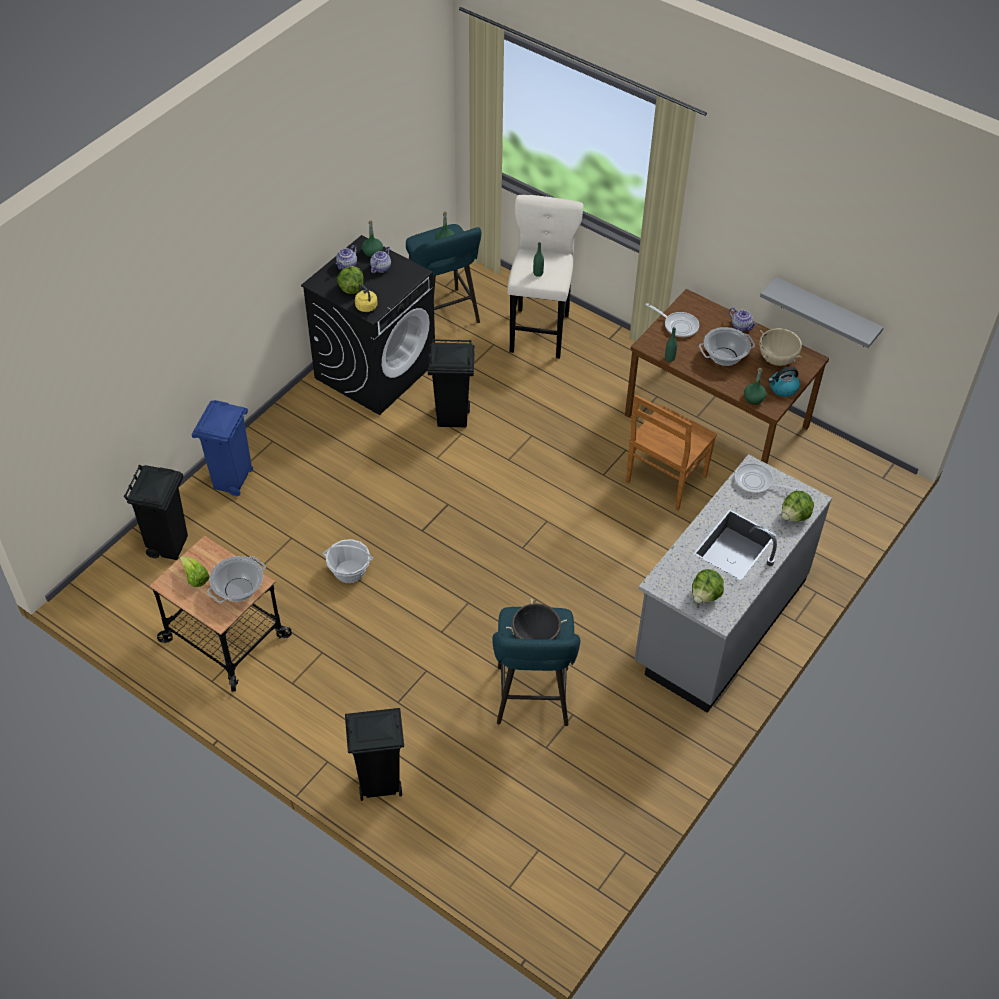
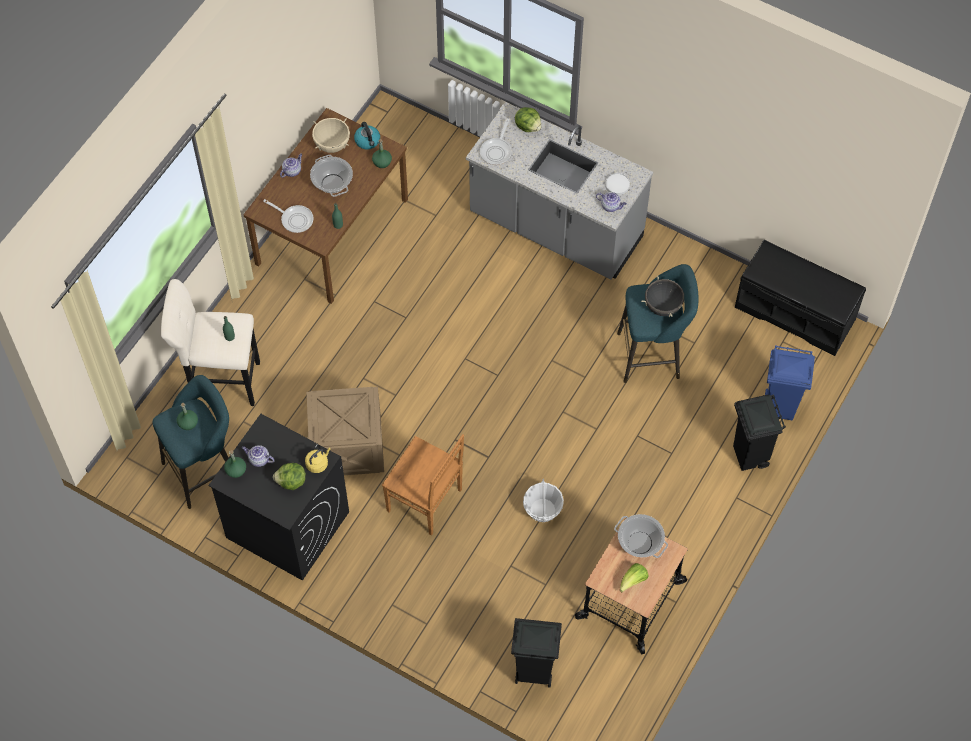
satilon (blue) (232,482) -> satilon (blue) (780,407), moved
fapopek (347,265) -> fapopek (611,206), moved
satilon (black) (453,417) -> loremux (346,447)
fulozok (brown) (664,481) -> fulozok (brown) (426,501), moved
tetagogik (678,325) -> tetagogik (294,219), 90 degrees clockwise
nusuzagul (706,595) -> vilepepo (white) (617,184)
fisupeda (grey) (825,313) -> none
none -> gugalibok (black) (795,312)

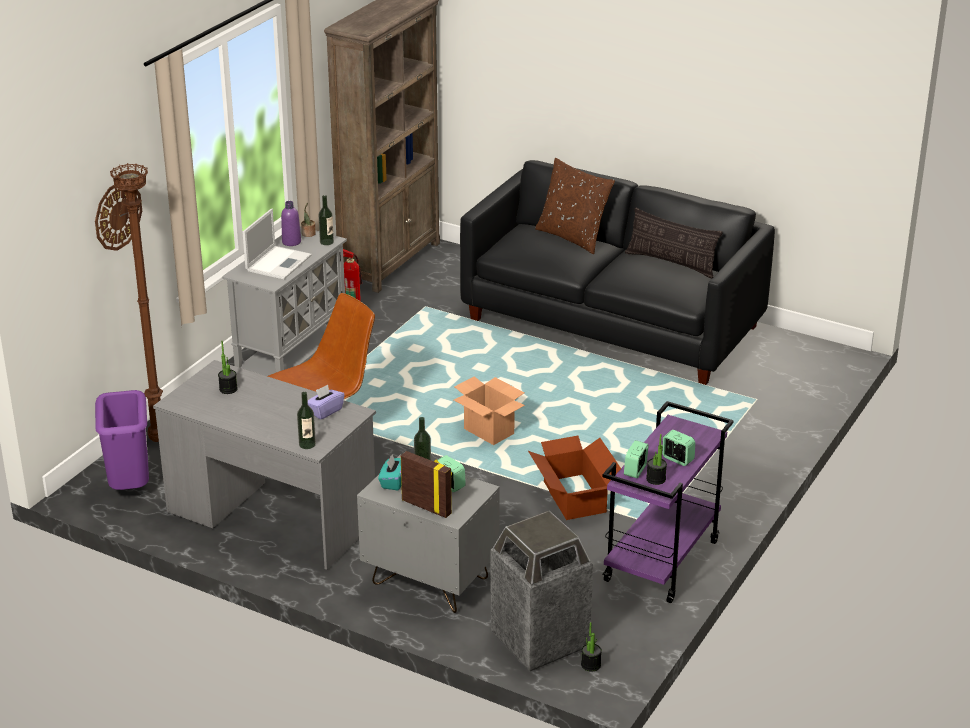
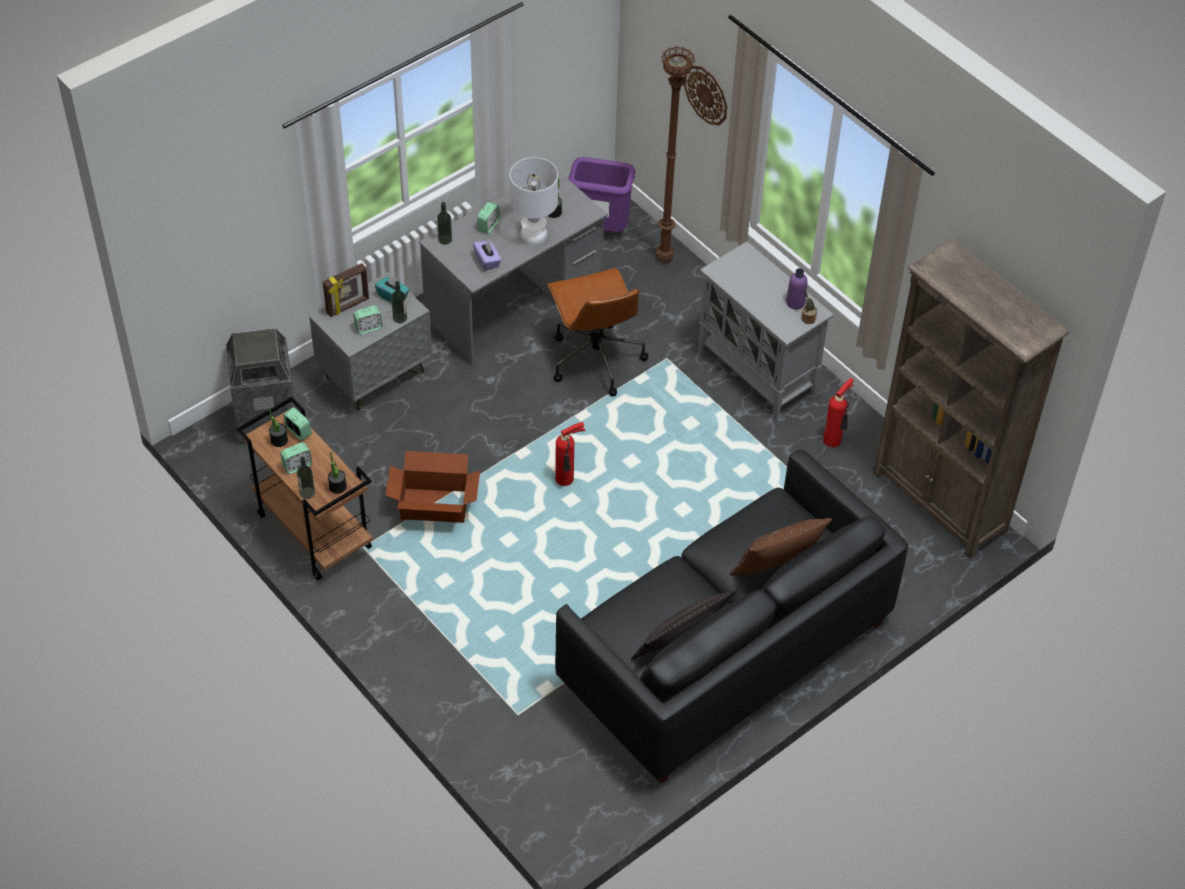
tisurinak (279,262) -> none
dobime (326,242) -> dobime (307,493), moved
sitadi (489,432) -> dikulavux (566,480)
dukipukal (591,665) -> dukipukal (337,487), moved
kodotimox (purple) (662,562) -> kodotimox (brown) (312,531)
none -> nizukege (488,226)
none -> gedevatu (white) (533,234)

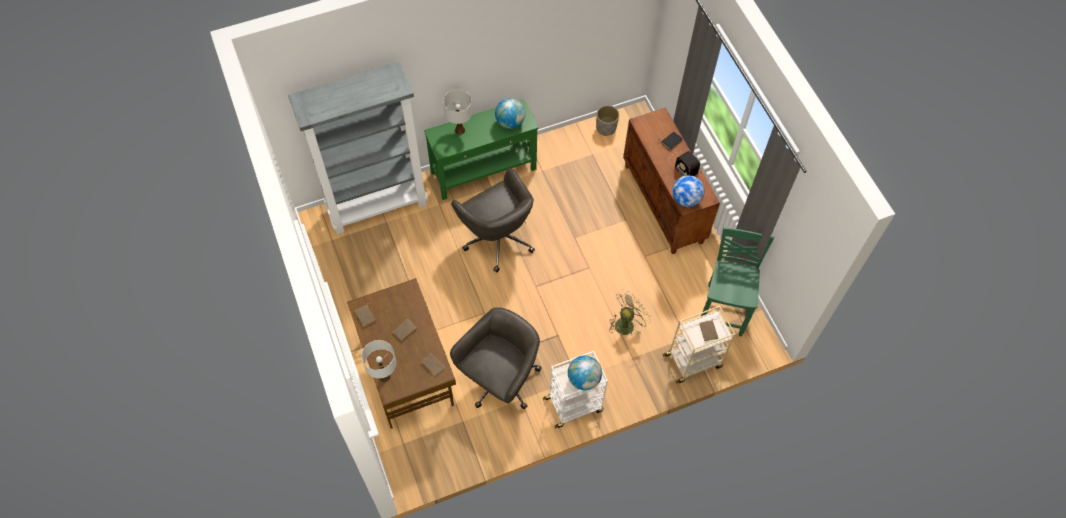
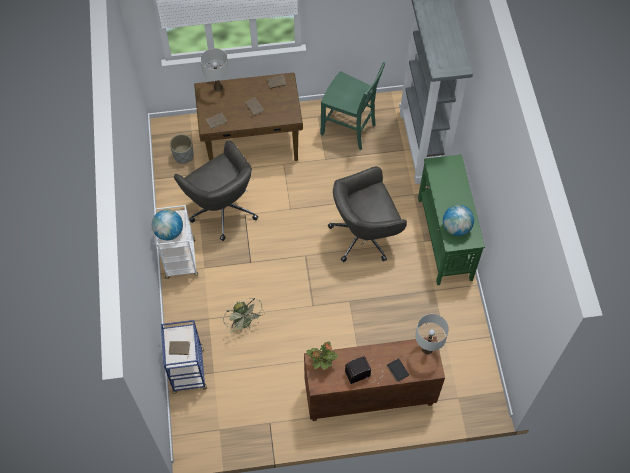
gedevatu (white) (460,130) -> gedevatu (white) (427,349), moved
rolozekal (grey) (606,128) -> rolozekal (grey) (183,156), moved
kodotimox (beige) (693,360) -> kodotimox (blue) (188,371)
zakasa (686,199) -> dukipukal (321,362)
fulozok (green) (724,308) -> fulozok (green) (349,129), moved

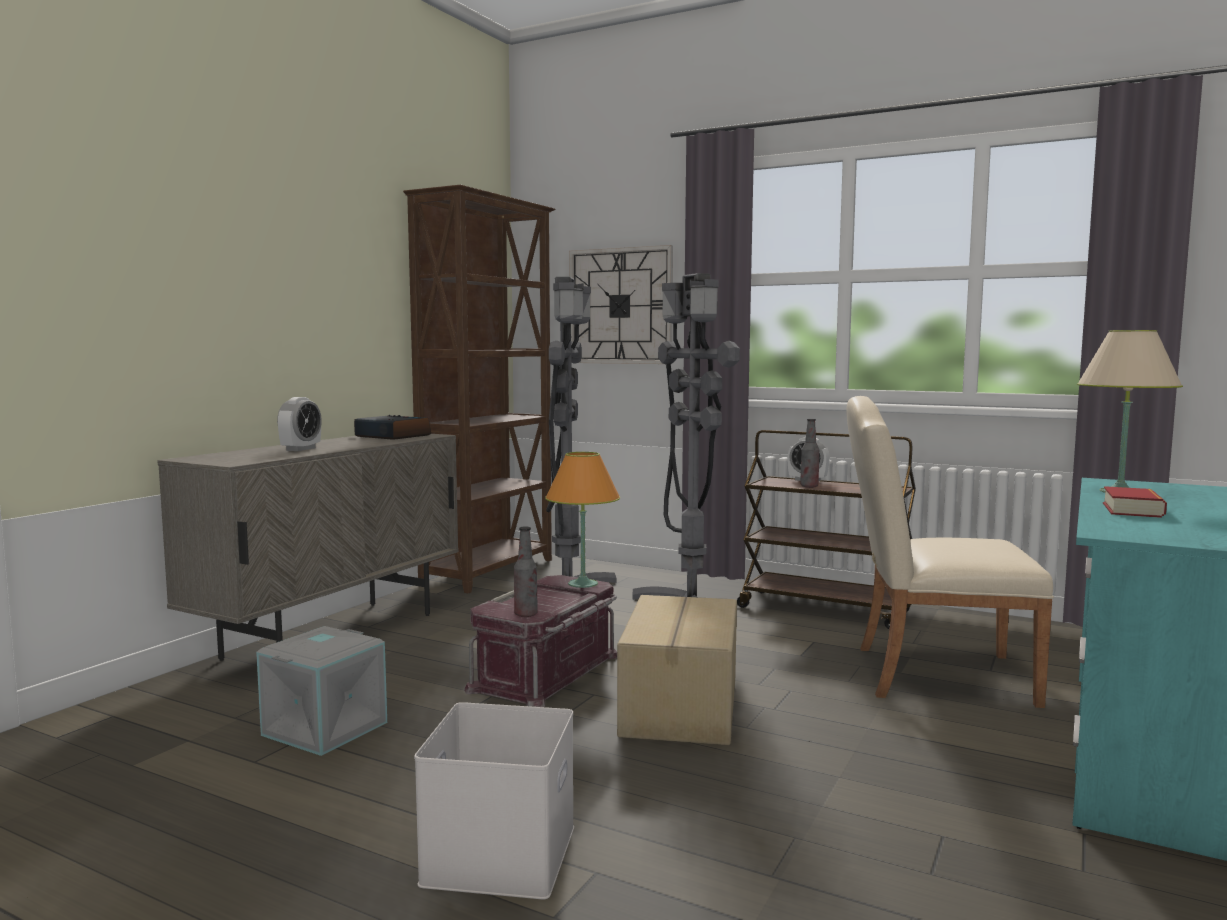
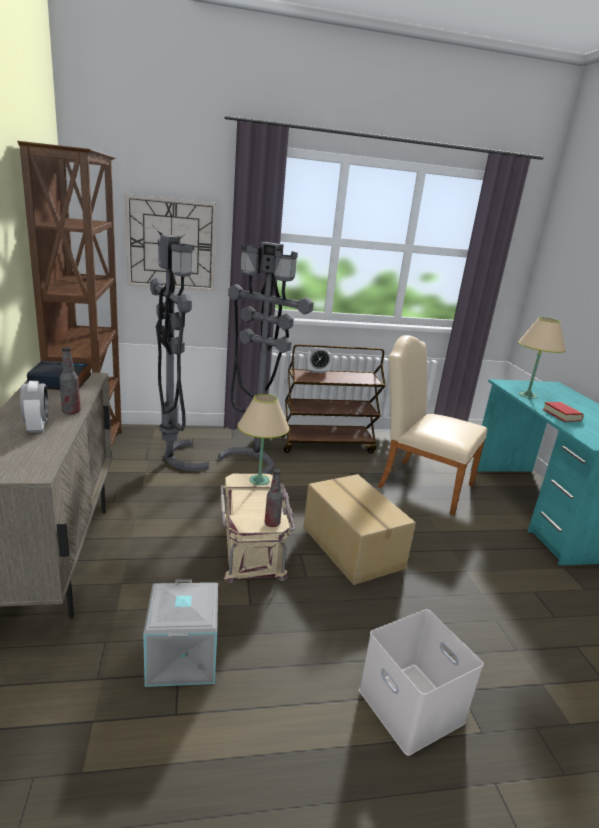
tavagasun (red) (547,673) -> tavagasun (beige) (253,544)
gedevatu (orange) (582,584) -> gedevatu (beige) (259,480)
dobime (809,486) -> dobime (71,412), moved
fulozok (beige) (929,674) -> fulozok (beige) (419,483), 60 degrees clockwise

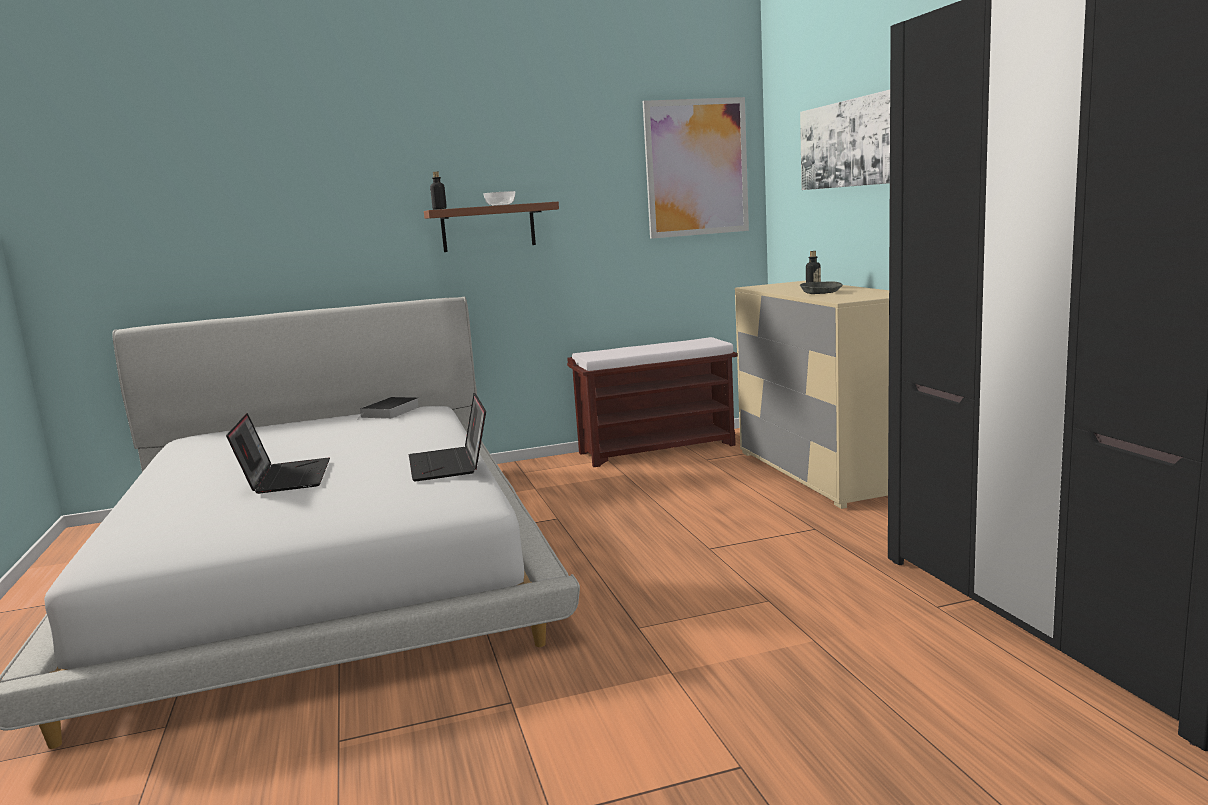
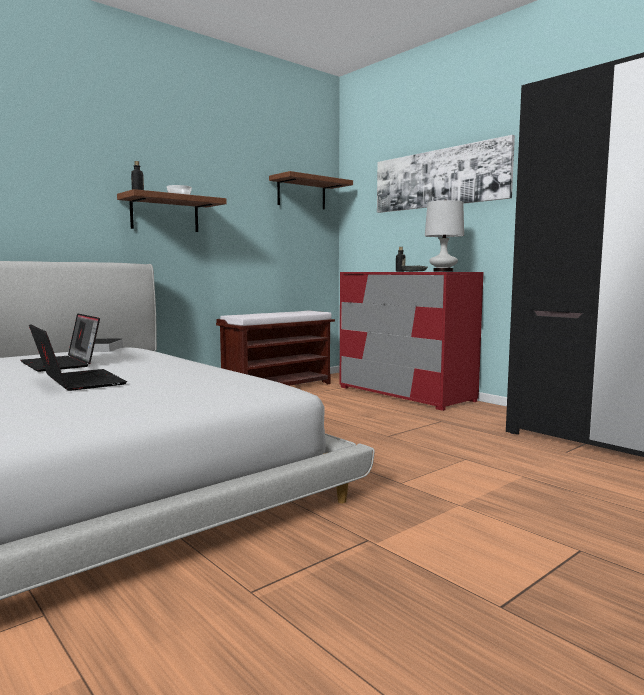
tisurinak (450,464) -> tisurinak (62,364), moved
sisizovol (696,168) -> fisupeda (brown) (301,193)
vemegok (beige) (821,472) -> vemegok (red) (405,394)
none -> gedevatu (white) (443,271)

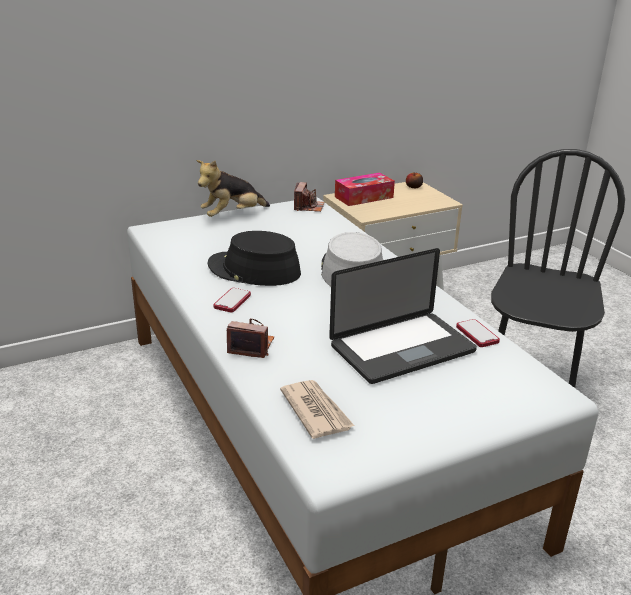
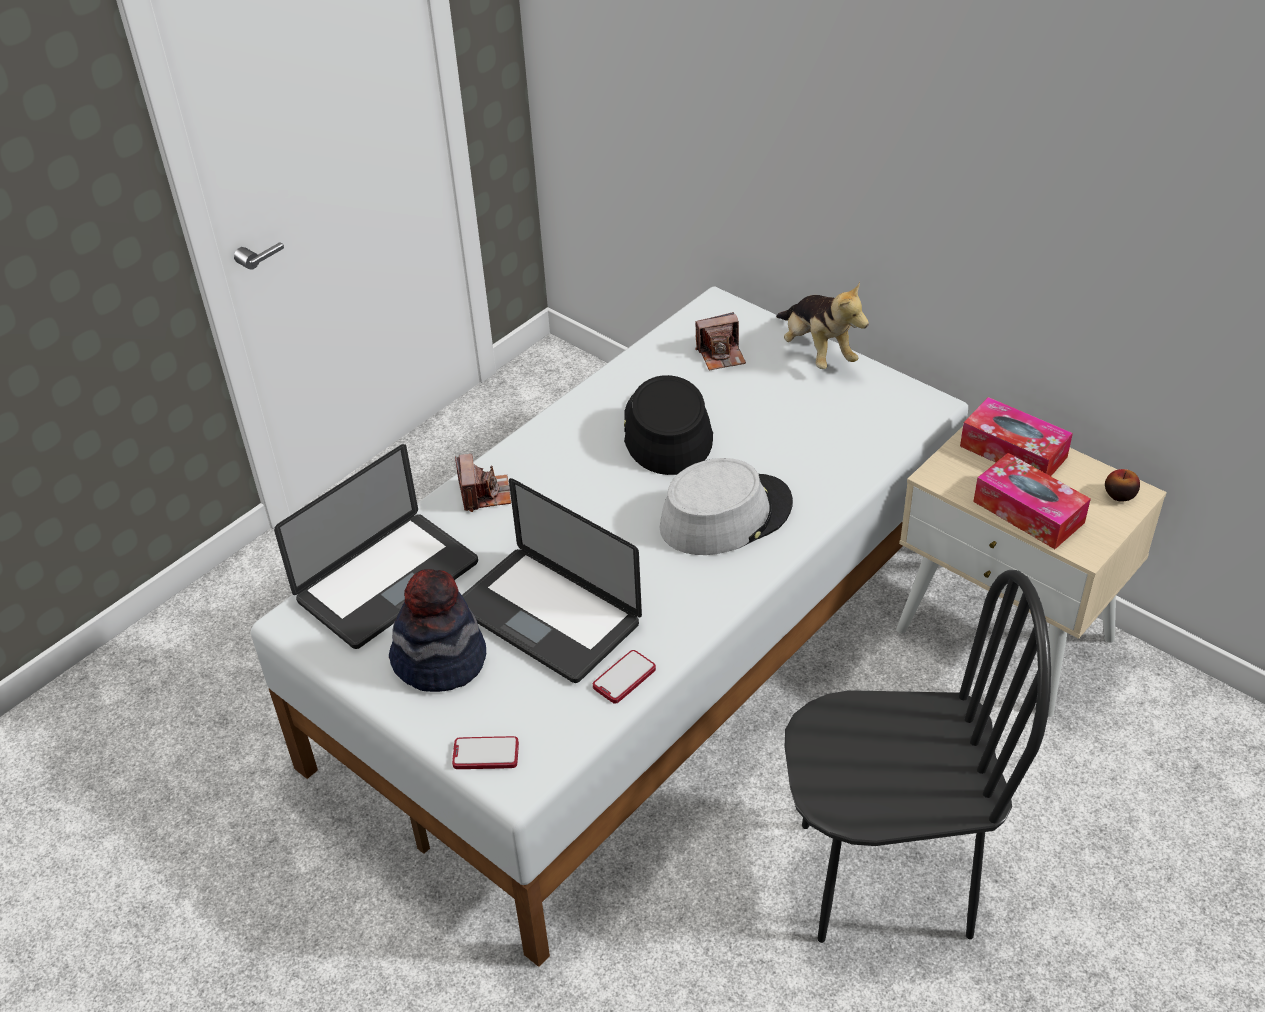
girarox (232,215) -> girarox (817,351), 150 degrees counterclockwise
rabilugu (232,301) -> rabilugu (486,754), moved
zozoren (316,411) -> tisurinak (388,582)
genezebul (308,207) -> genezebul (721,355), moved
none -> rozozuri (440,660)
none -> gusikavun (1028,512)

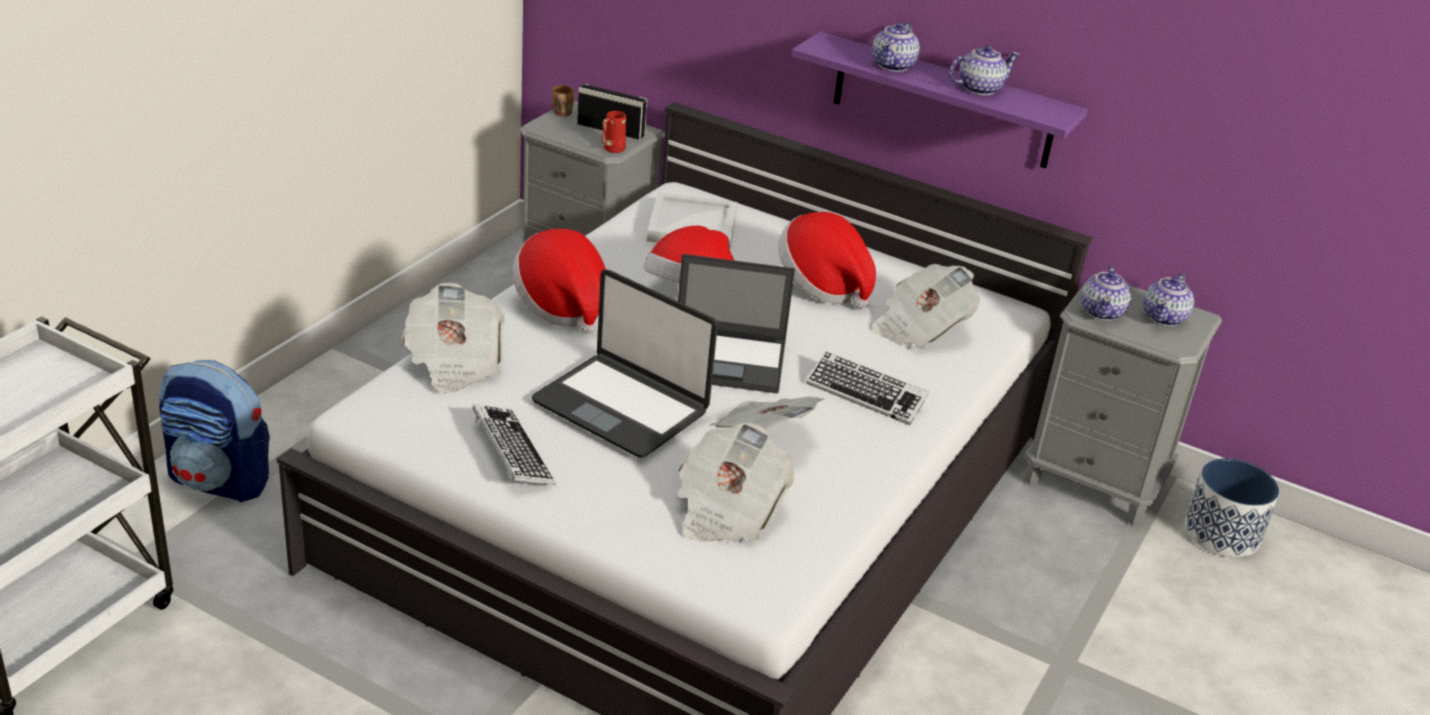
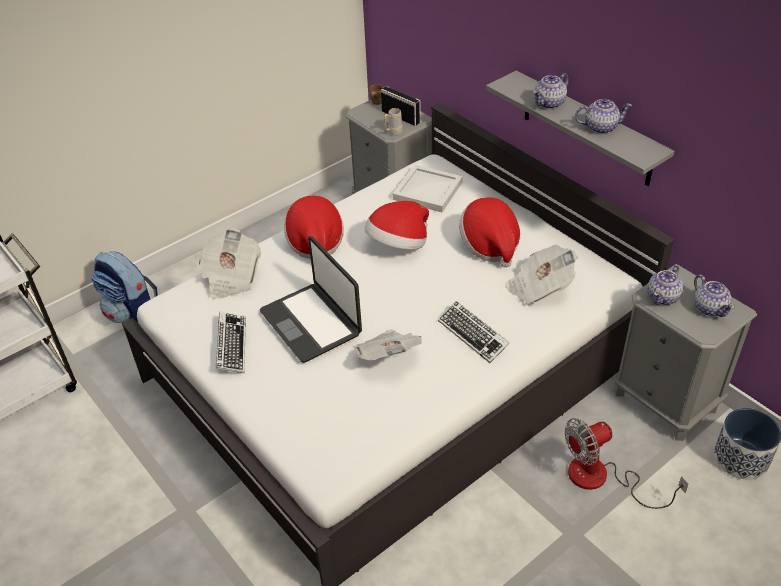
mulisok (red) (611,150) -> mulisok (beige) (392,132)
zozoren (727,510) -> none
tisurinak (727,361) -> none
fisupeda (purple) (943,101) -> fisupeda (grey) (587,129)
fapopek (1165,317) -> fapopek (709,308), 75 degrees counterclockwise
none -> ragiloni (602,479)

